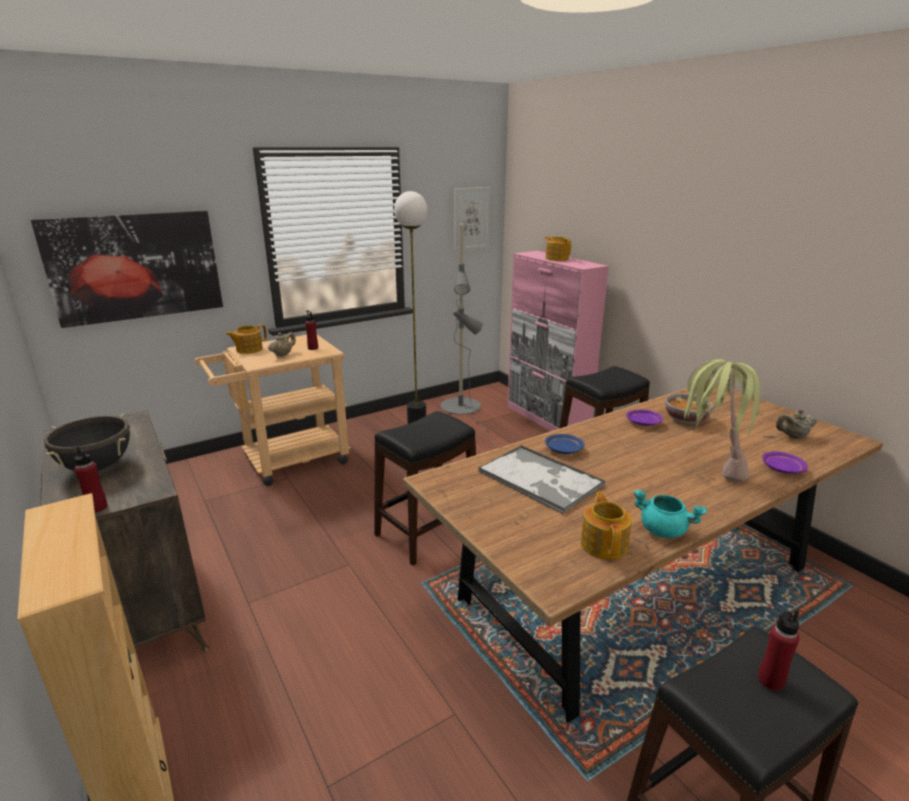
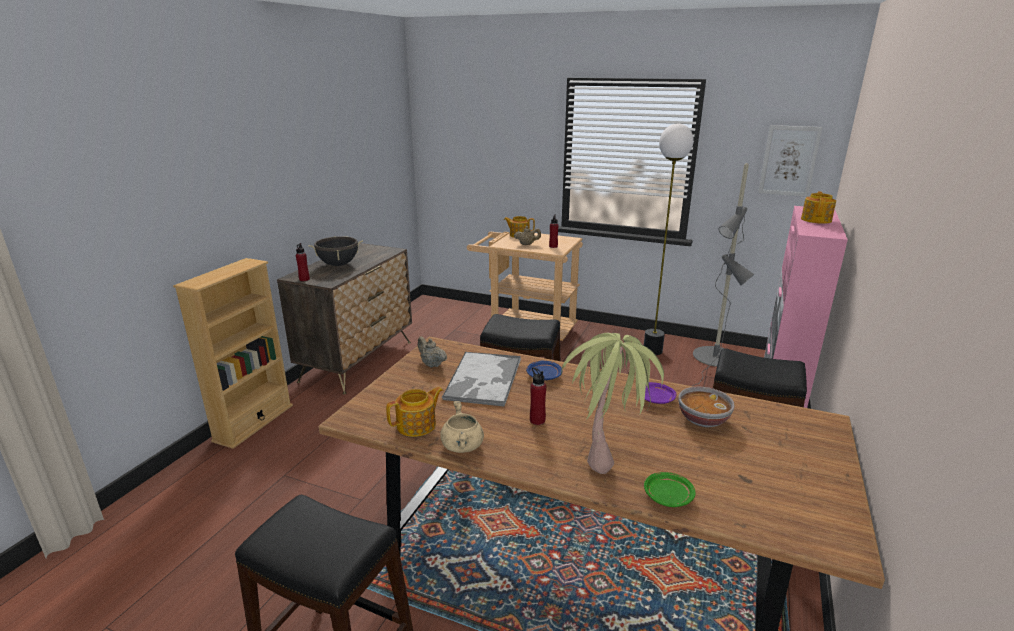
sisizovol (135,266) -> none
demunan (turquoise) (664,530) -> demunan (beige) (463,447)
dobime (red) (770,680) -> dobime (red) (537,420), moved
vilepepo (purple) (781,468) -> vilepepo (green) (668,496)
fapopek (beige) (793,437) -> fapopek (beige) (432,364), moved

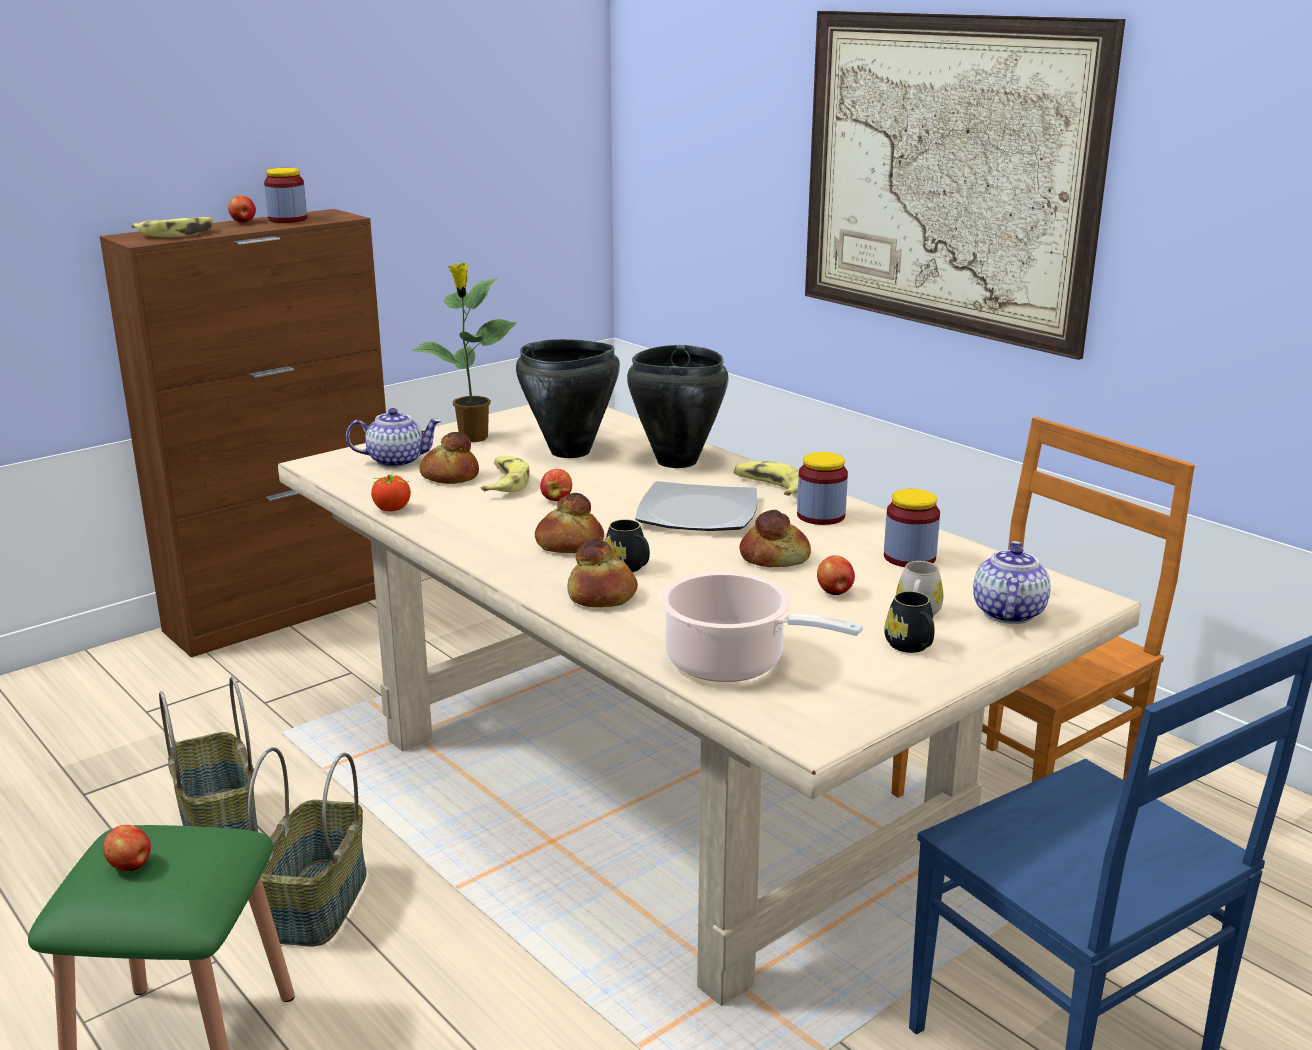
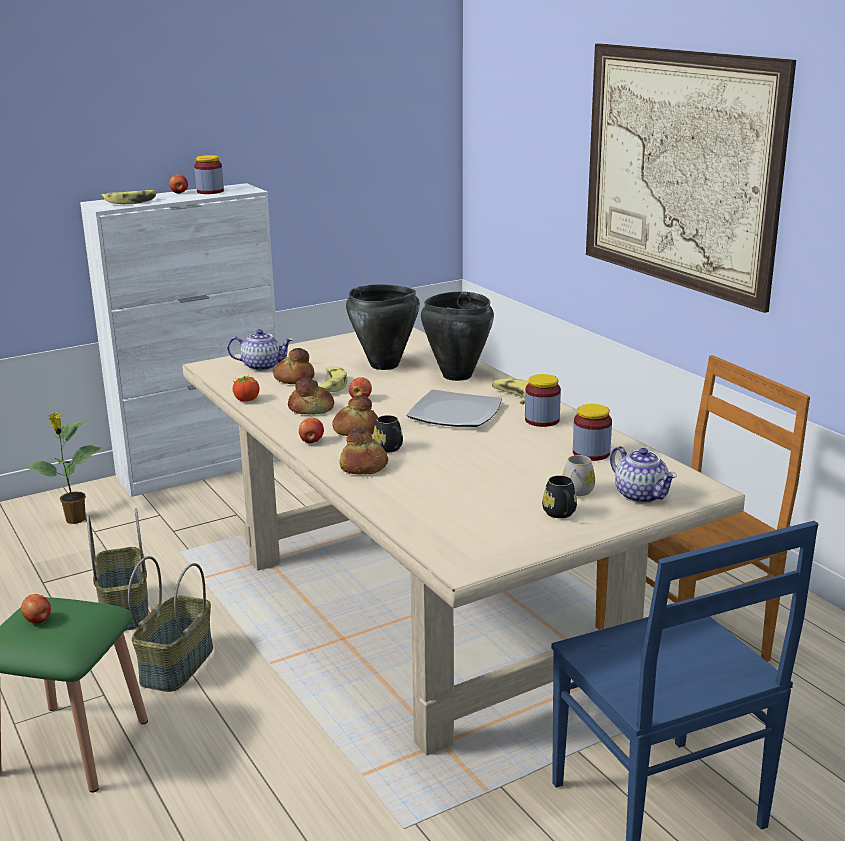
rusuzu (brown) (286,610) -> rusuzu (white) (203,468)
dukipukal (472,438) -> dukipukal (74,520), moved
demunan (732,663) -> none
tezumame (774,557) -> tezumame (311,408), moved
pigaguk (835,592) -> pigaguk (311,442), moved
fapopek (1007,612) -> fapopek (641,495), 120 degrees clockwise

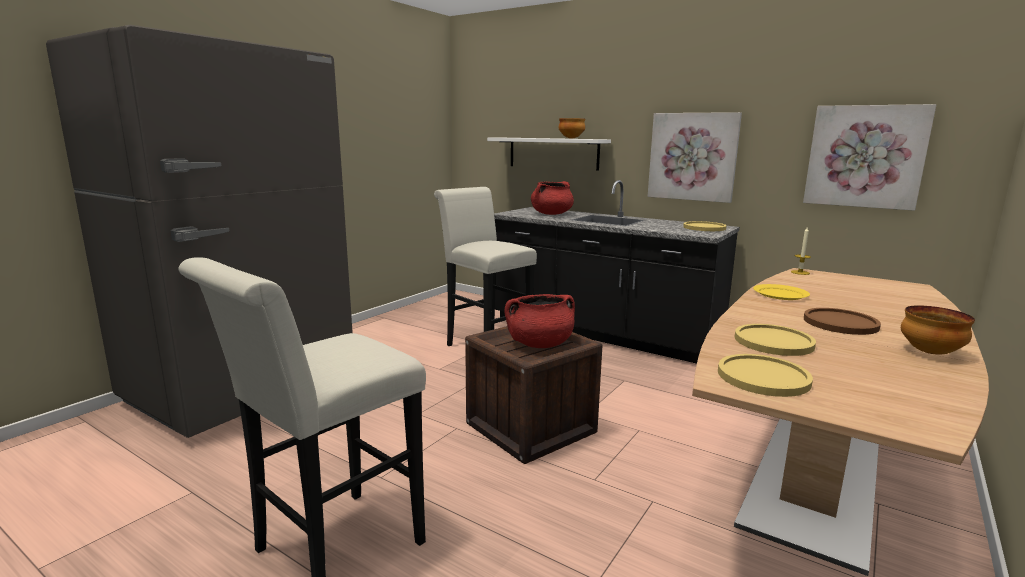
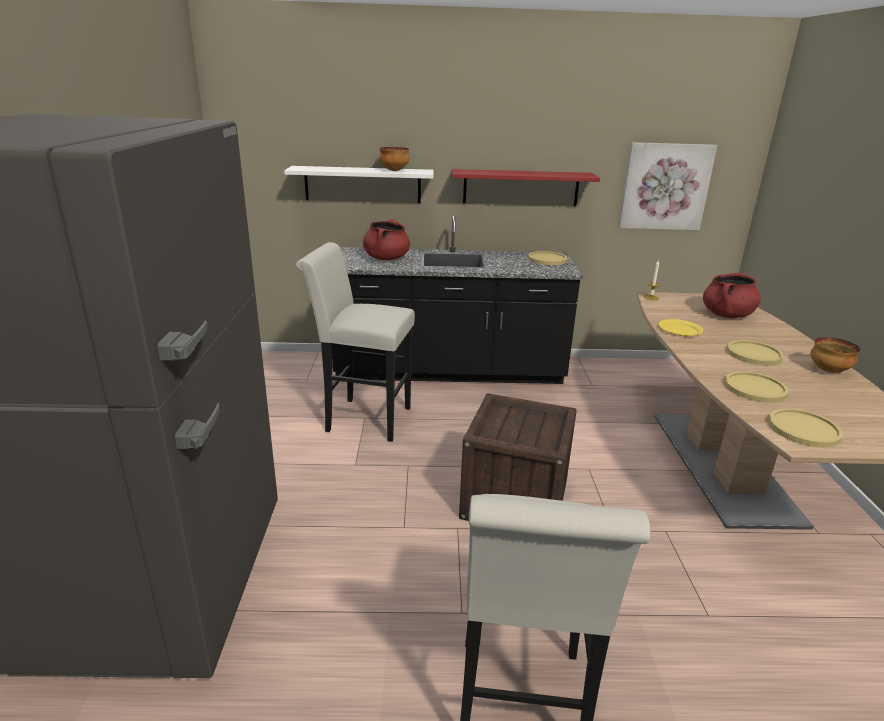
demunan (red) (539,344) -> demunan (red) (727,315), moved
sisizovol (693,156) -> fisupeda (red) (521,187)
vilepepo (brown) (840,323) -> vilepepo (yellow) (754,354)

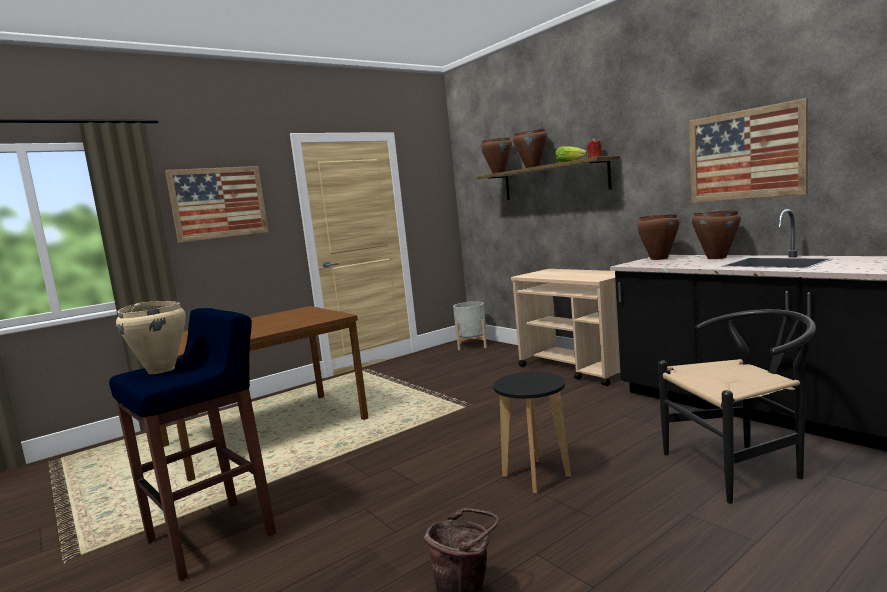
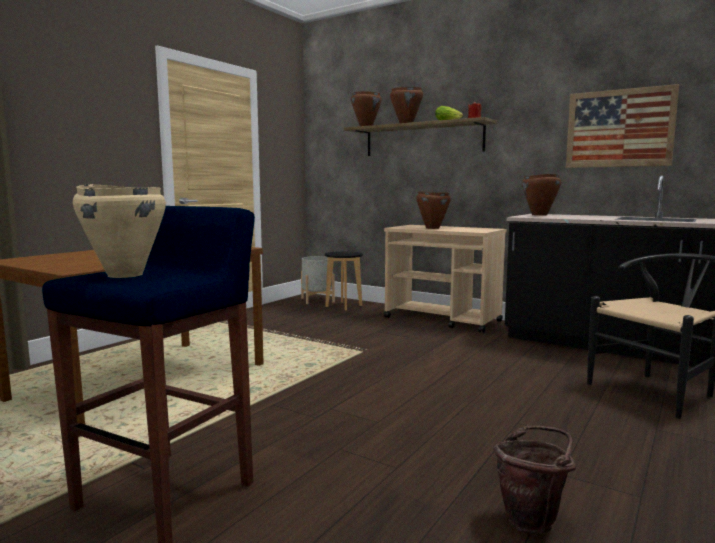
sisizovol (219,203) -> none
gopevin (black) (536,476) -> gopevin (black) (344,306), moved
demunan (brown) (716,258) -> demunan (brown) (432,228), moved

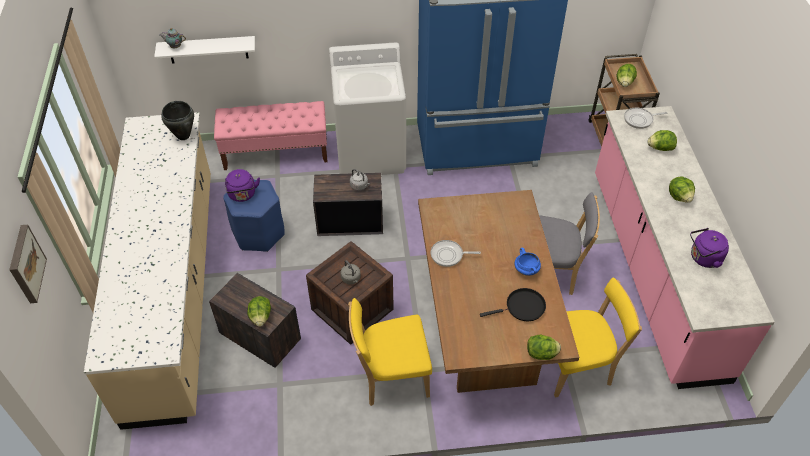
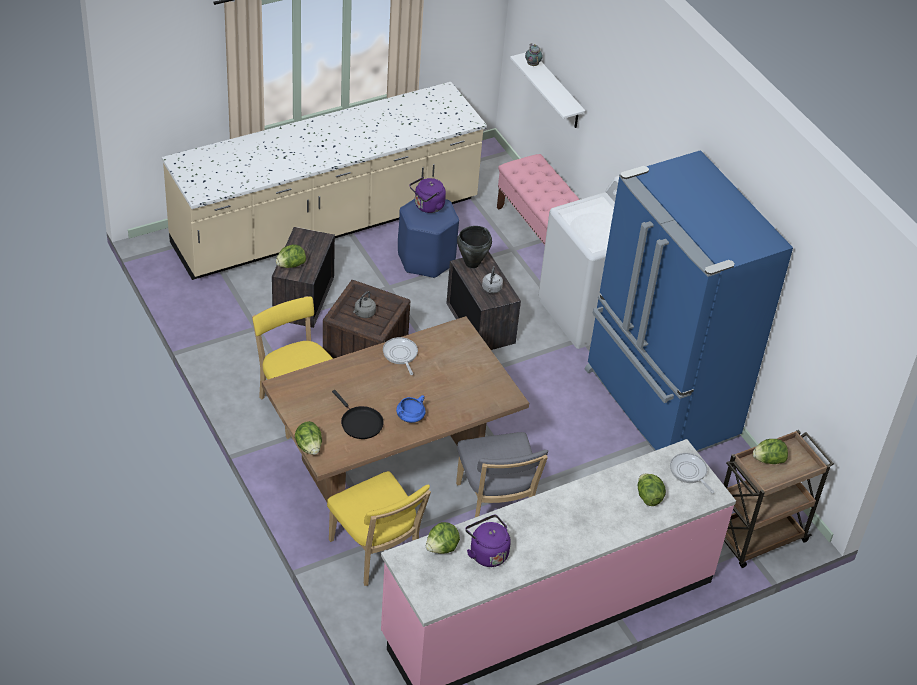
sisizovol (25,264) -> none
demunan (black) (183,136) -> demunan (black) (471,263), moved
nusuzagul (679,197) -> nusuzagul (442,548), moved

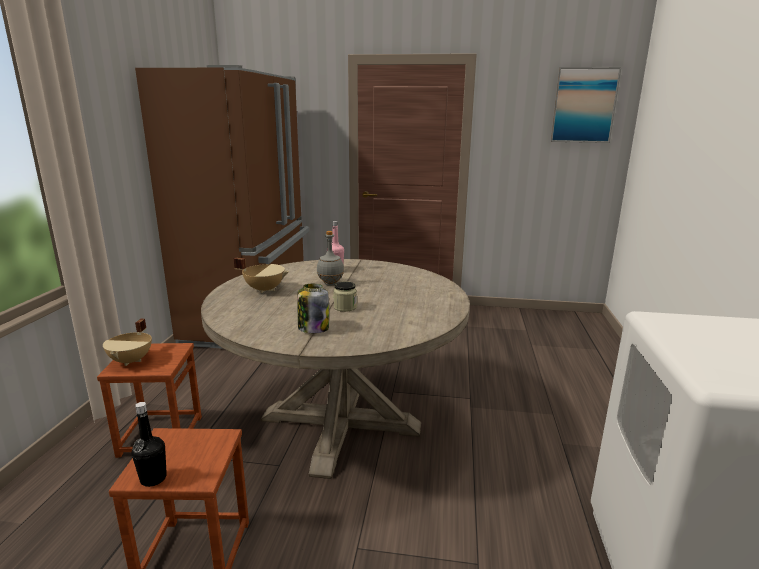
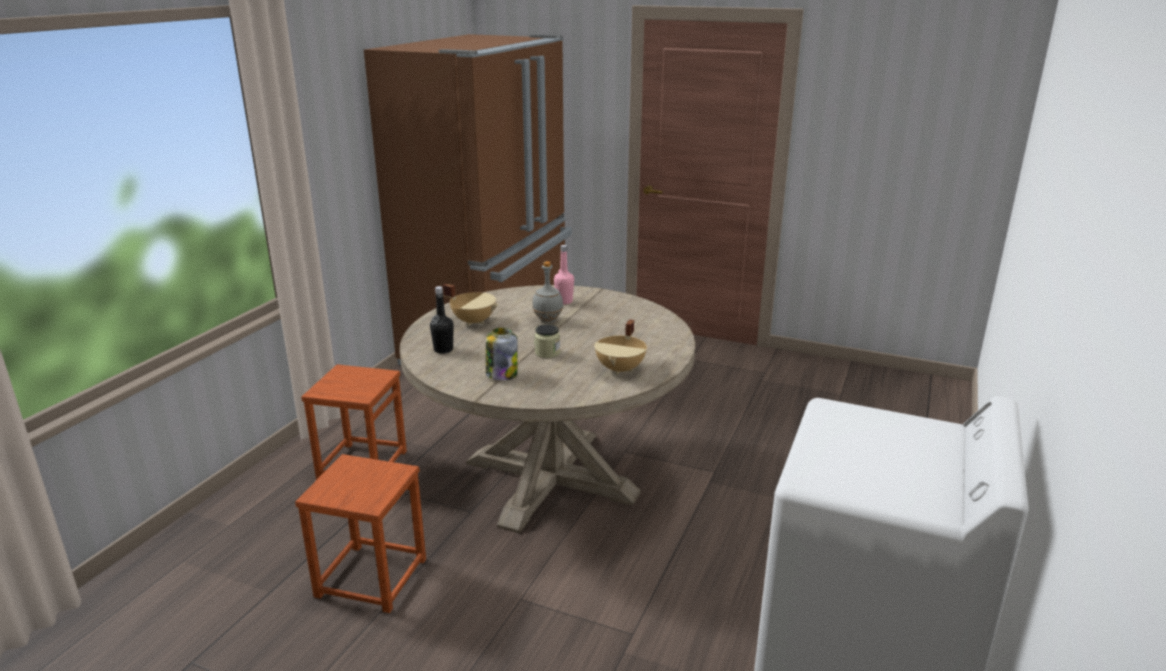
demunan (beige) (132,361) -> demunan (beige) (621,369), moved
dobime (black) (153,478) -> dobime (black) (443,350), moved
sisizovol (583,105) -> none

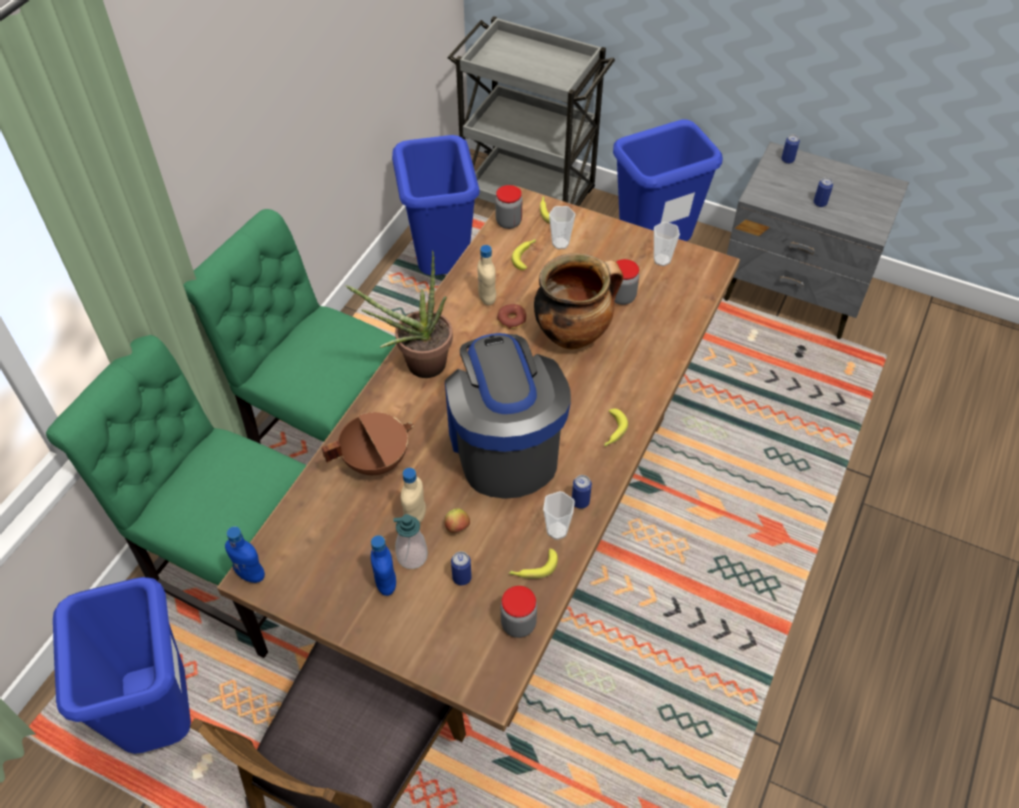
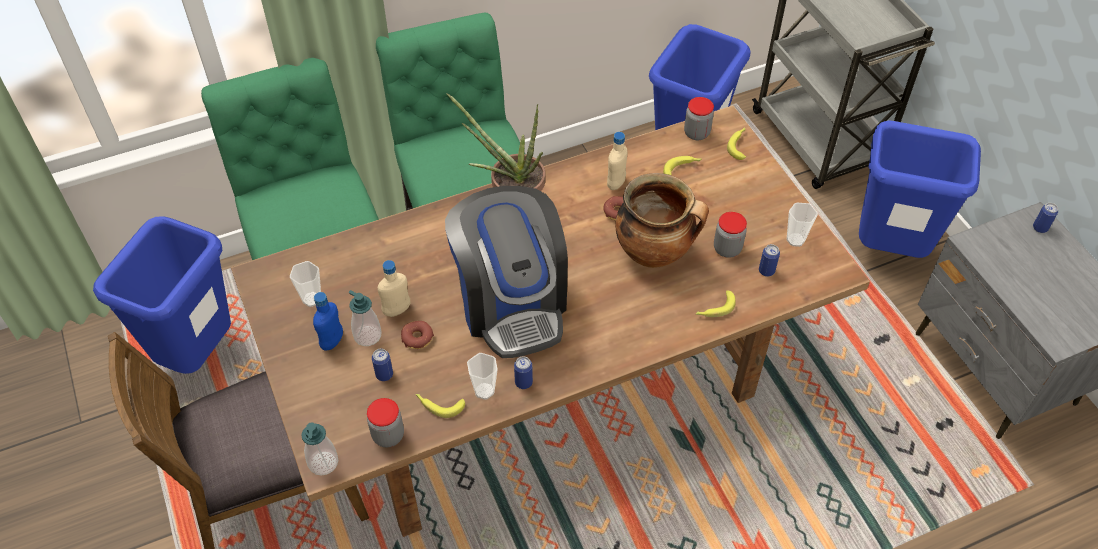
dobime (blue) (251,574) -> none
demunan (brown) (375,460) -> none
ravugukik (504,446) -> ravugukik (511,302), 135 degrees clockwise
pigaguk (457,528) -> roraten (417,338)
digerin (560,243) -> digerin (312,299), moved
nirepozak (612,432) -> nirepozak (715,309), moved
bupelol (820,203) -> bupelol (766,271), moved
none -> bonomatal (323,462)

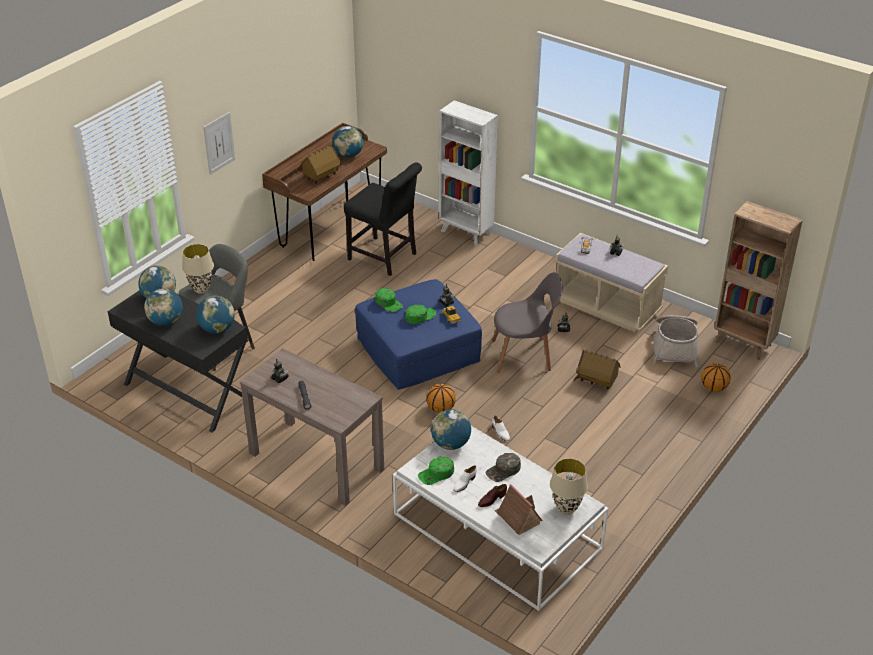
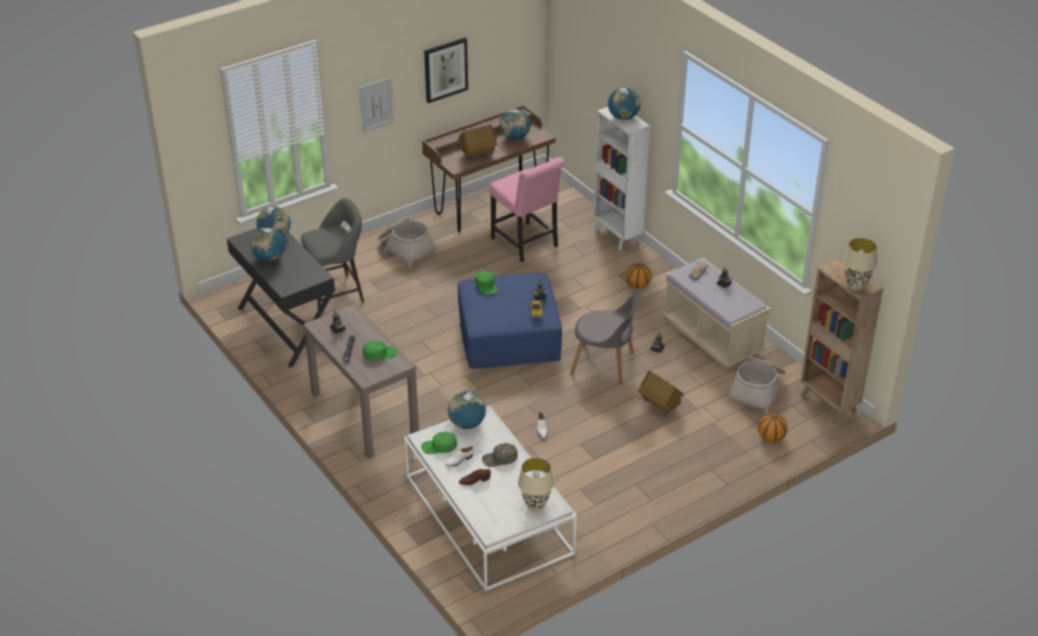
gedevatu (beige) (201,290) -> gedevatu (beige) (855,286), moved
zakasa (217,329) -> zakasa (623,117), moved
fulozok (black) (385,258) -> fulozok (pink) (526,244)
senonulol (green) (420,316) -> senonulol (green) (380,353), moved
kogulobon (441,409) -> kogulobon (638,286), moved
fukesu (517,518) -> none
none -> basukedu (406,248)
none -> sisizovol (445,69)

